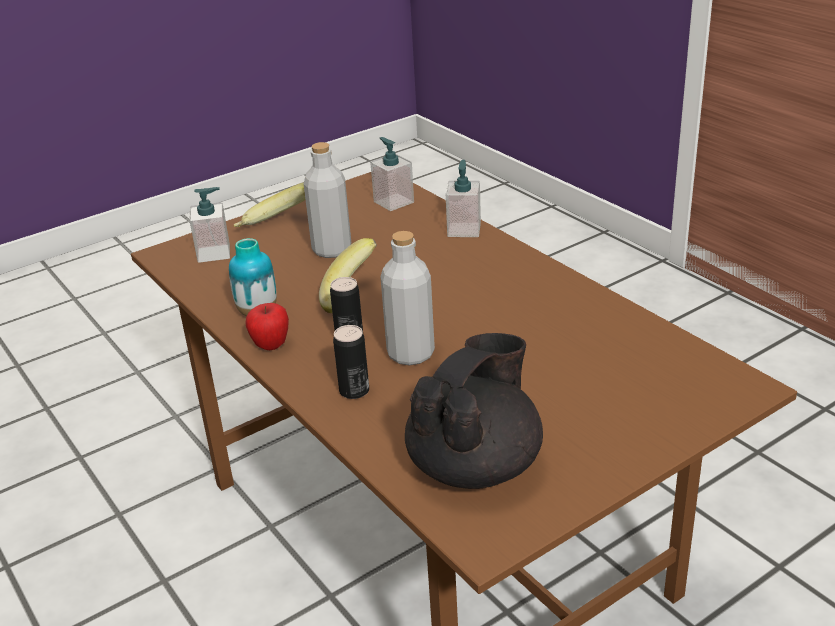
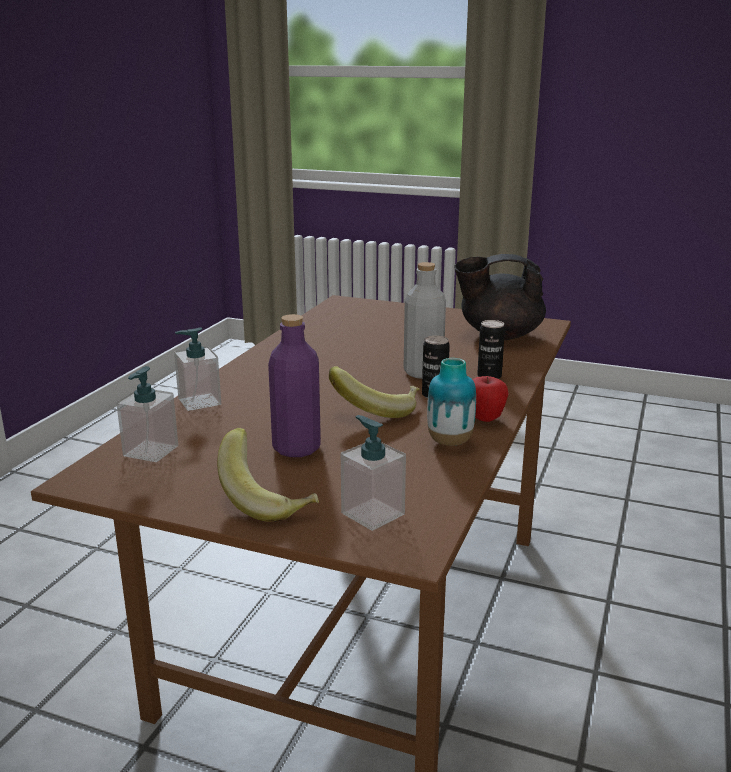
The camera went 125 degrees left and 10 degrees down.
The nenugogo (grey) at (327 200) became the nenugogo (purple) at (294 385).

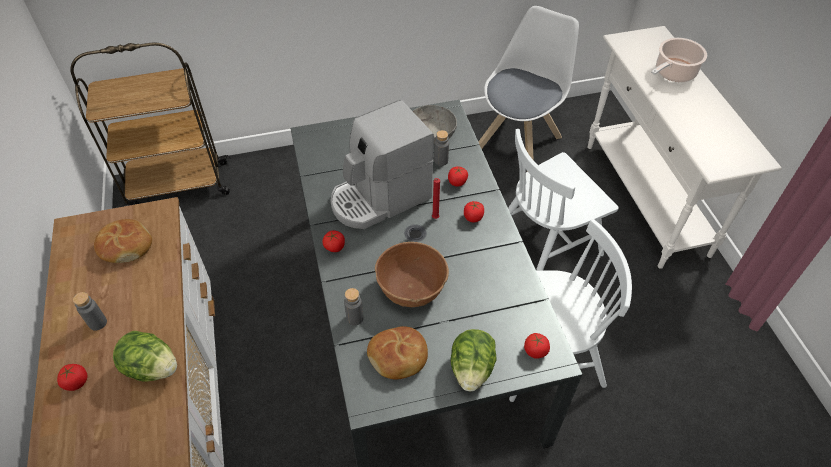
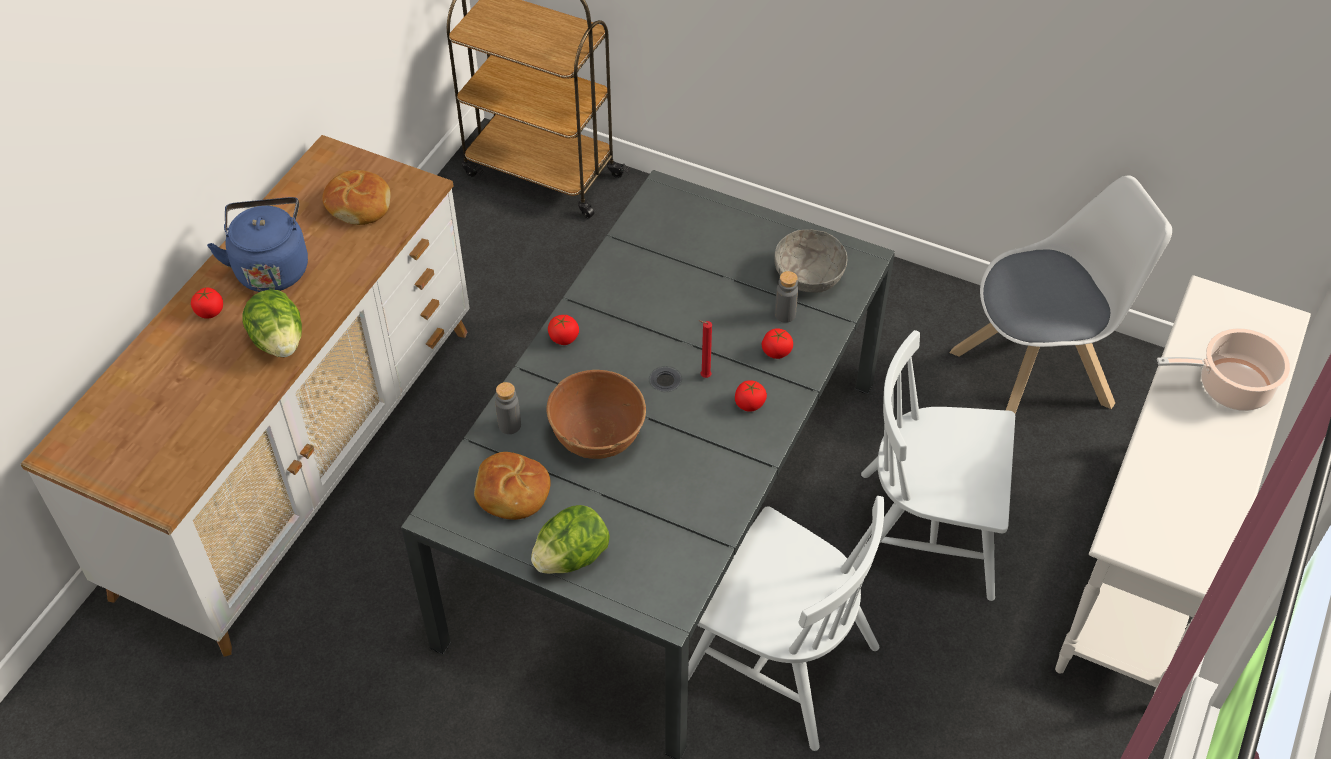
The camera went 40 degrees right and 0 degrees up.
The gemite at (382 164) disappeared.
The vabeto at (537 346) disappeared.
The nenugogo (grey) at (90 311) was replaced by the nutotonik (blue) at (257 244).

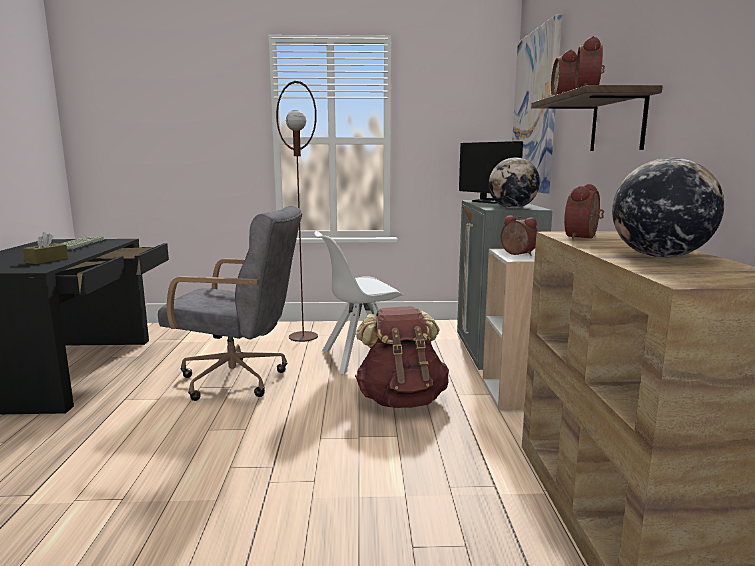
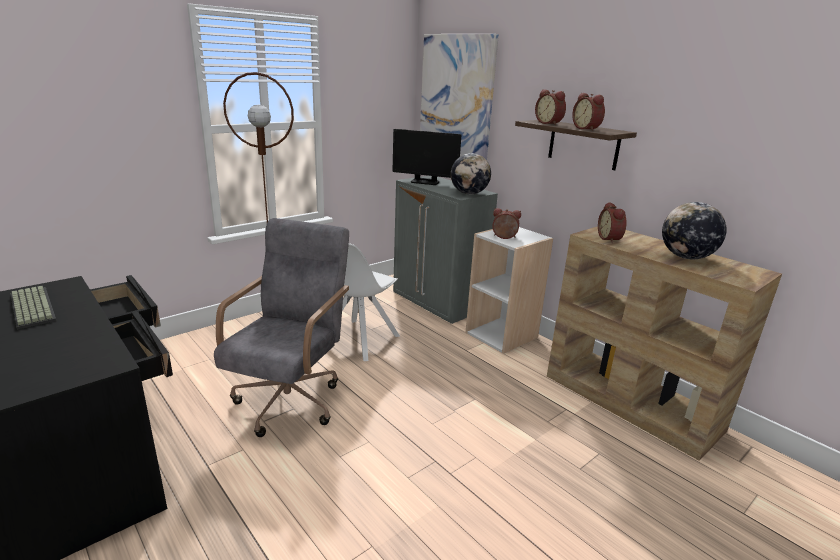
The camera went 40 degrees left and 10 degrees up.
The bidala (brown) at (45 248) disappeared.
The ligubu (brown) at (402 357) disappeared.
The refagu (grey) at (230 303) turned 45 degrees counterclockwise.

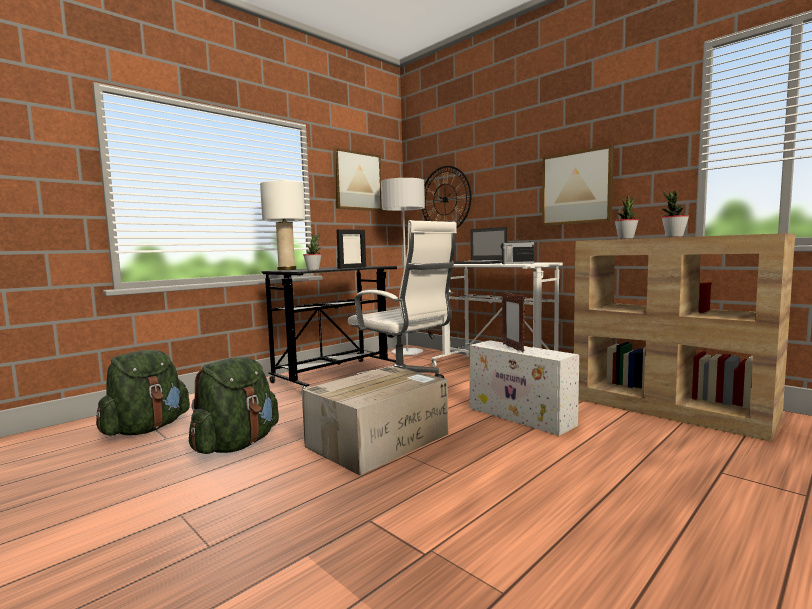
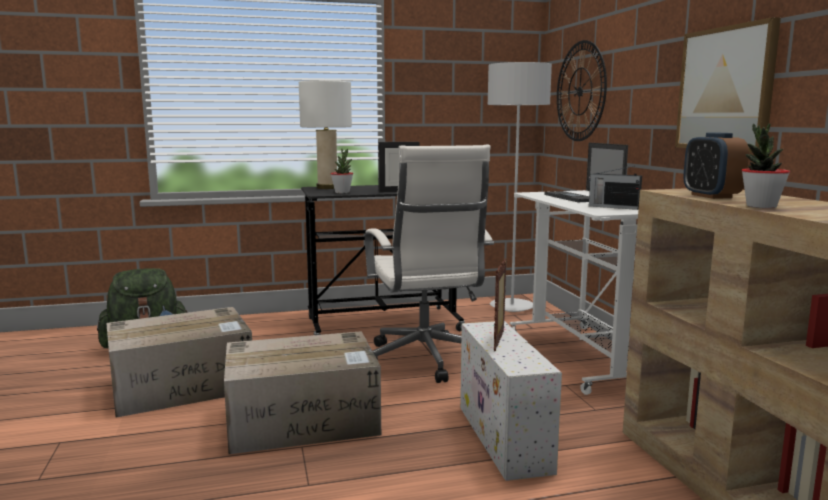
The camera went 30 degrees right and 5 degrees up.
The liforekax at (357 179) disappeared.
The ligubu (green) at (234 405) was replaced by the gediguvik at (179 362).
The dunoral at (627 217) was replaced by the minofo at (716 165).

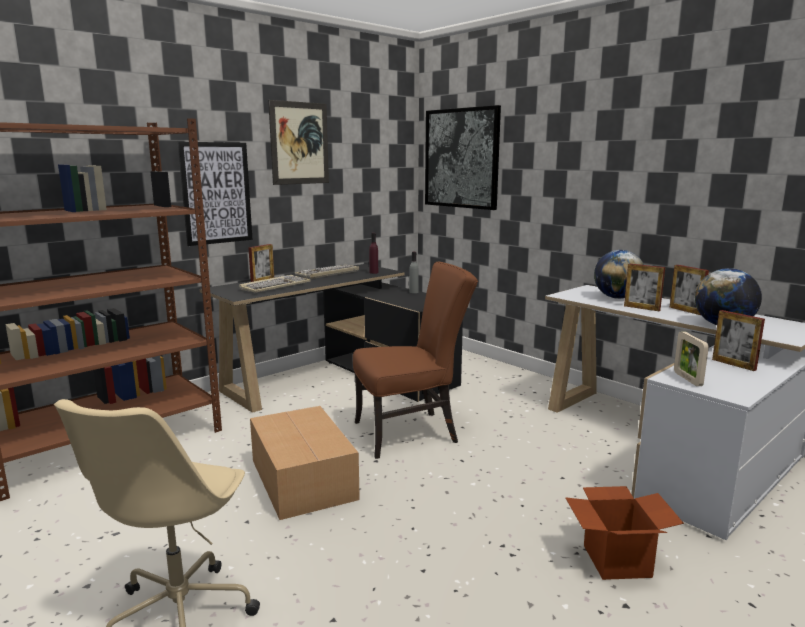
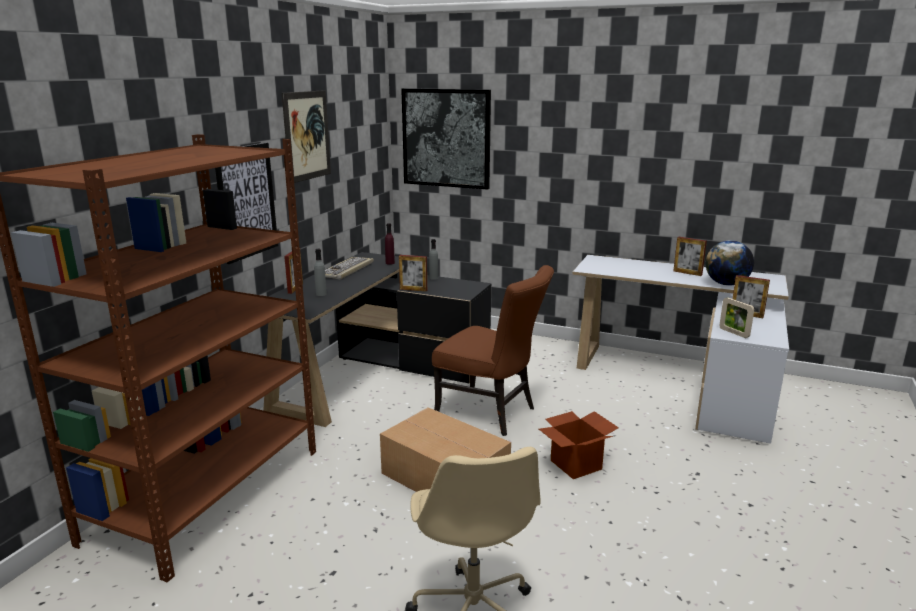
The camera went 25 degrees left and 5 degrees up.
The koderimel at (619 274) disappeared.
The gediguvik moved from (624 533) to (579 445).
The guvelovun moved from (644 287) to (413 273).
The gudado at (275 284) was replaced by the nenugogo (grey) at (320 272).
The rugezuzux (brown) at (415 360) turned 75 degrees clockwise.

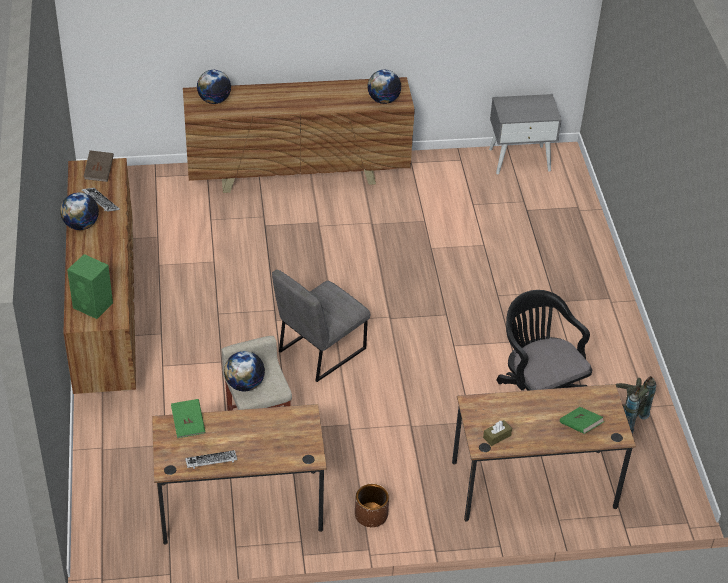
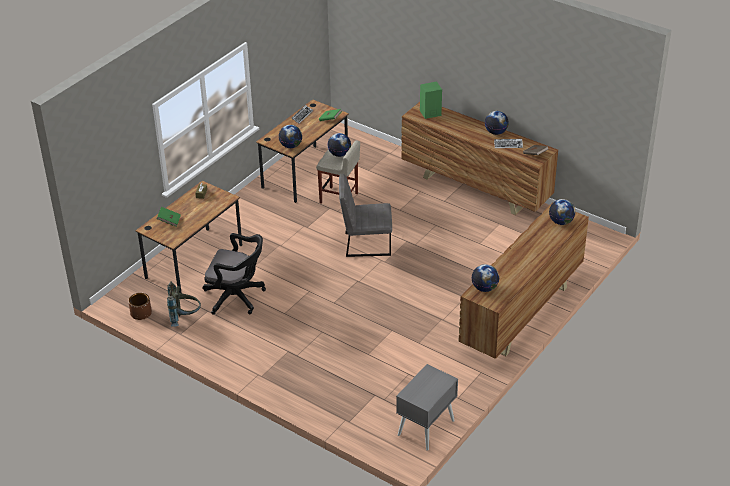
The camera went 135 degrees right and 5 degrees down.
The koderimel at (290 136) appeared.
The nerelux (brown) moved from (372 505) to (140 306).
The rugezuzux (grey) at (321 326) turned 90 degrees counterclockwise.

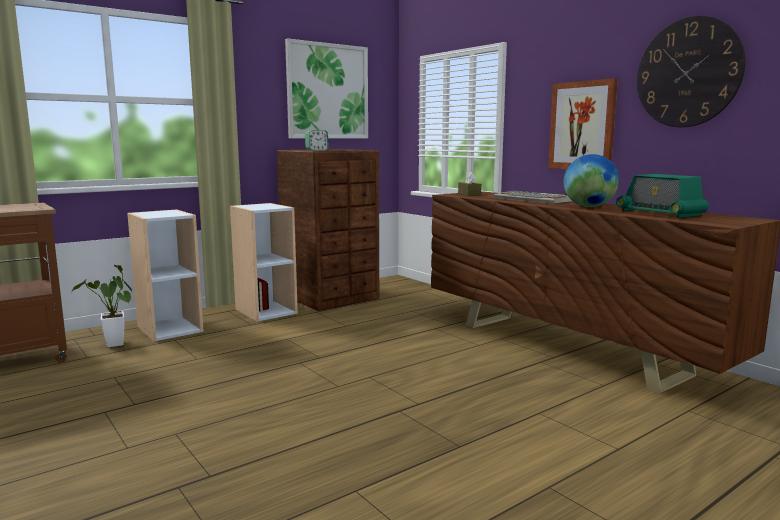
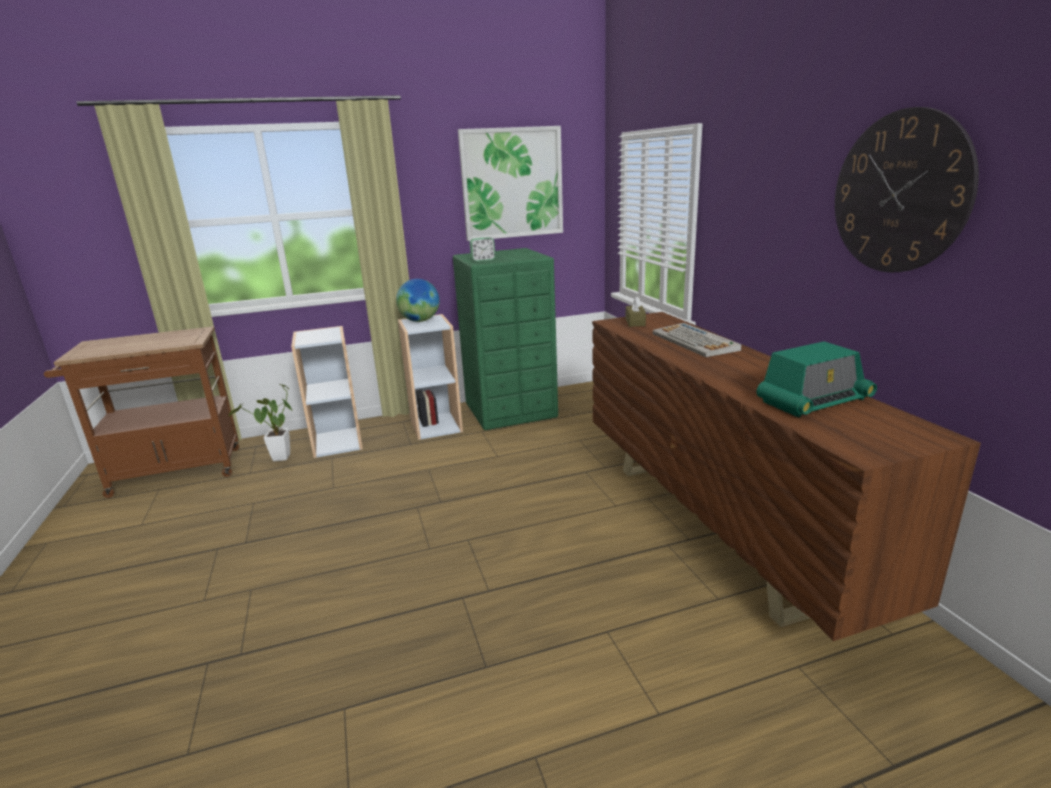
The camera went 20 degrees right and 10 degrees up.
The liforekax at (583 123) disappeared.
The koderimel moved from (591 180) to (418 300).
The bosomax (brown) at (328 230) became the bosomax (green) at (505 339).
The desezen at (662 196) turned 105 degrees counterclockwise.

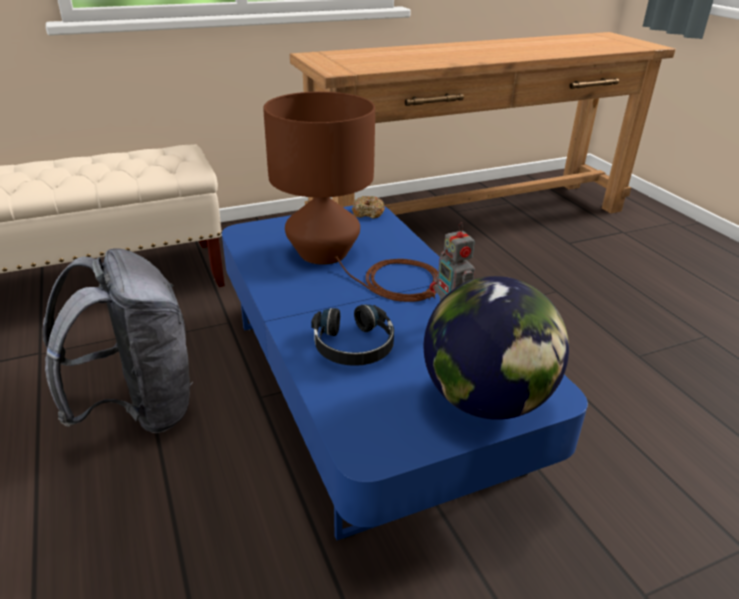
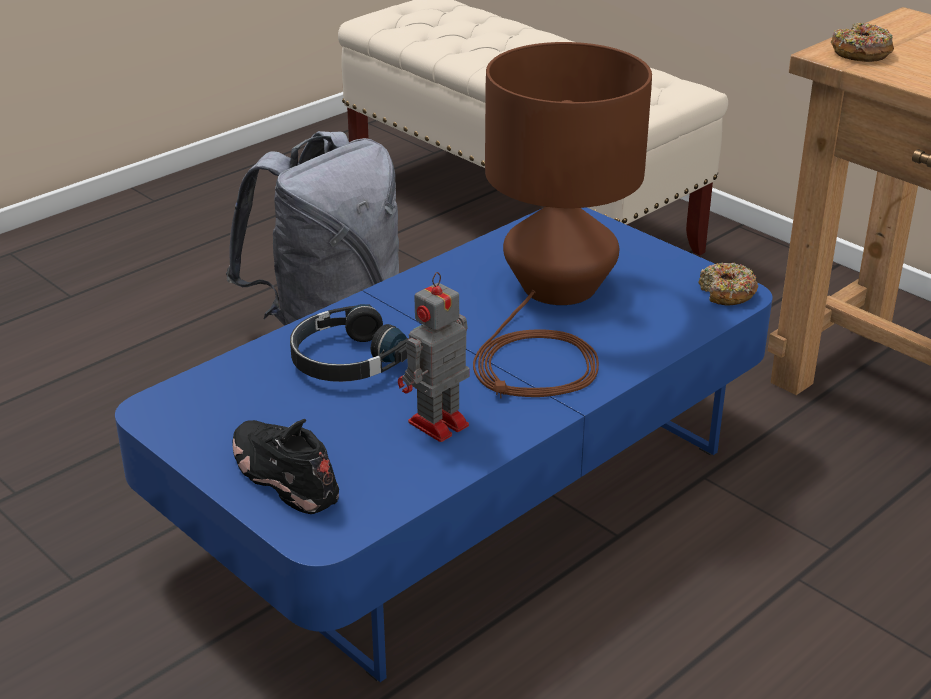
The camera went 70 degrees right and 0 degrees up.
The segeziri at (862 42) appeared.
The koderimel at (496 348) was replaced by the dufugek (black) at (285 466).

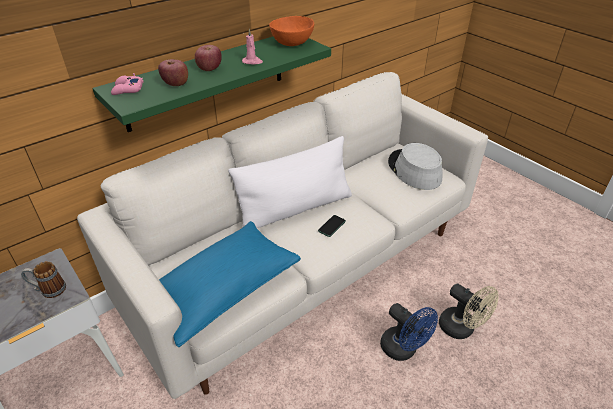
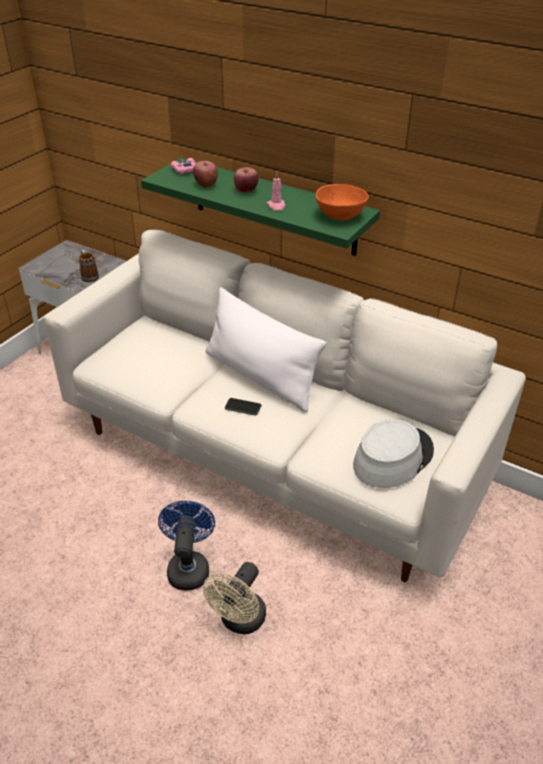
The camera went 70 degrees right and 0 degrees up.
The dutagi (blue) at (230 284) disappeared.
The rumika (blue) at (409 332) turned 150 degrees clockwise.

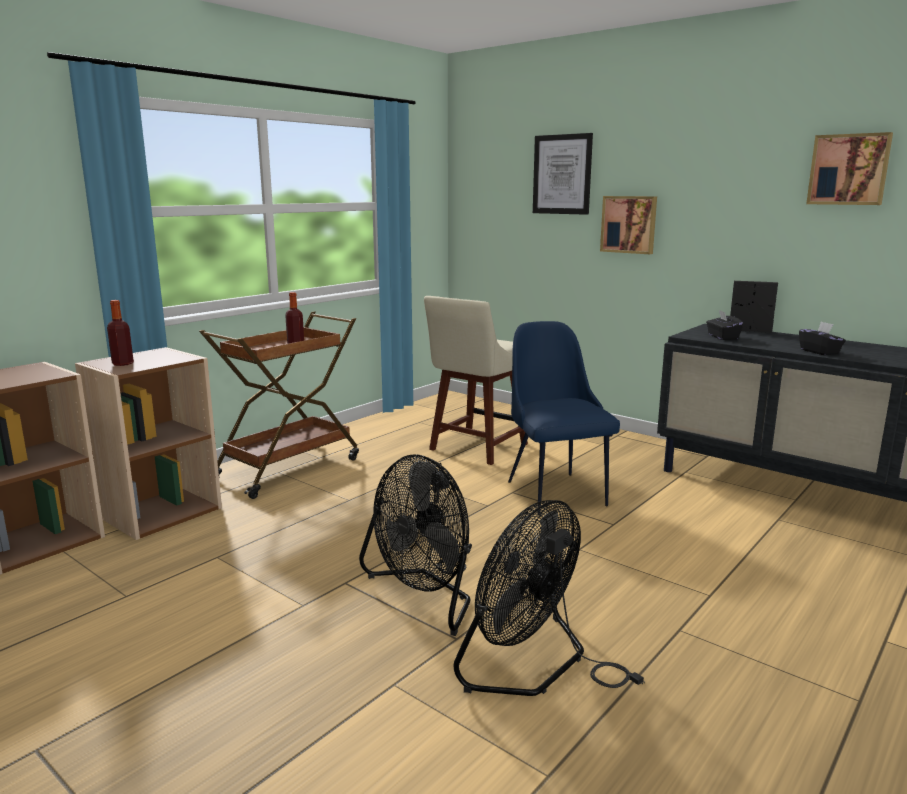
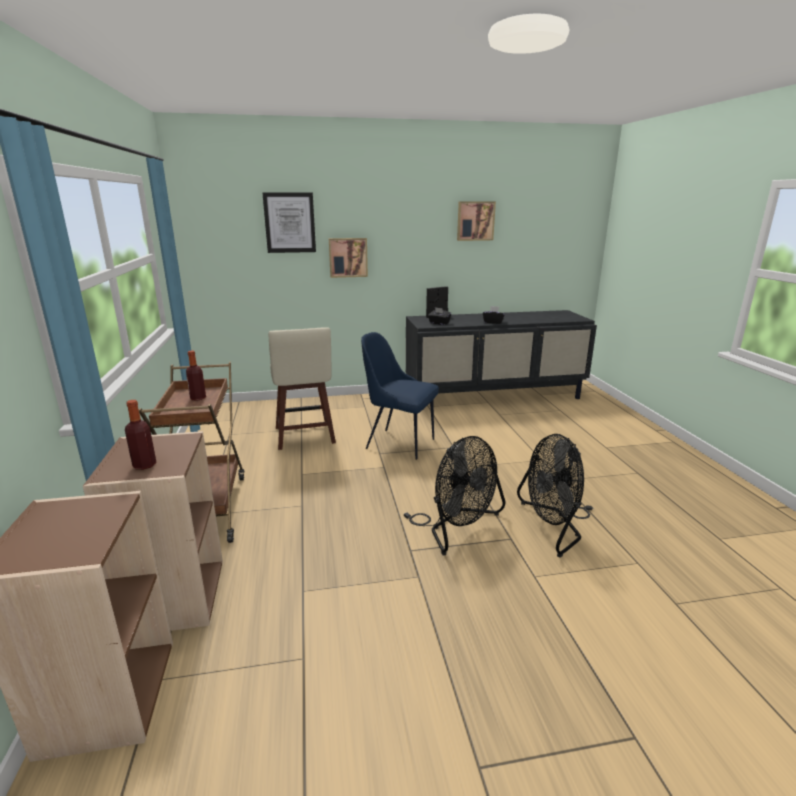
The camera went 50 degrees left and 5 degrees up.
The rumika (black) at (415 545) turned 45 degrees counterclockwise.

